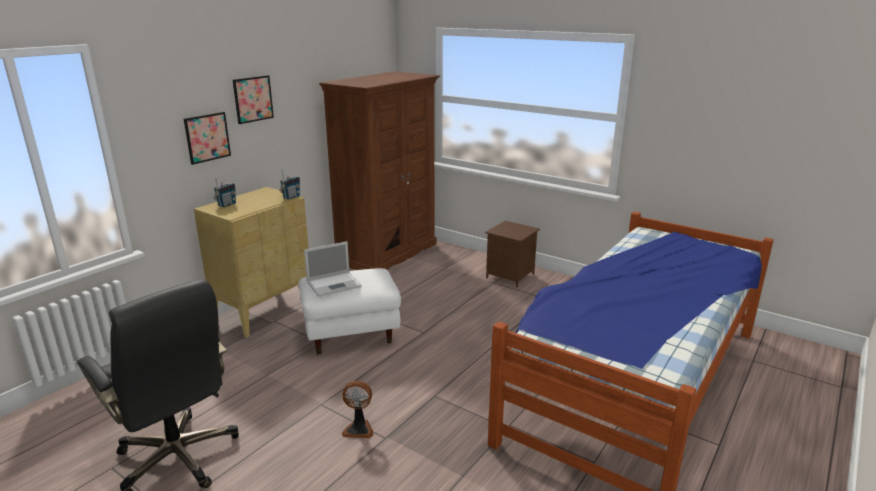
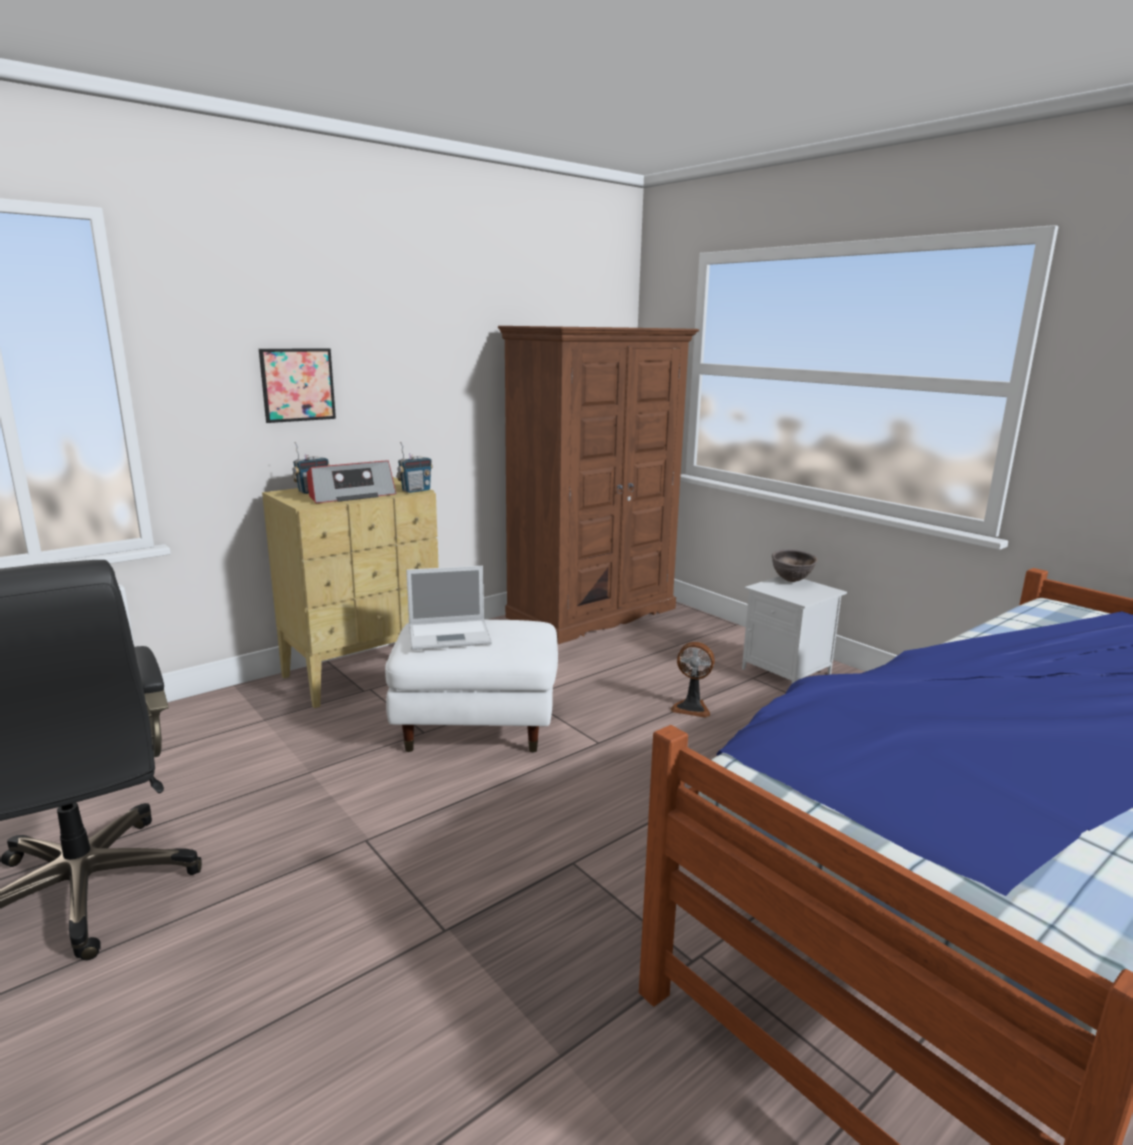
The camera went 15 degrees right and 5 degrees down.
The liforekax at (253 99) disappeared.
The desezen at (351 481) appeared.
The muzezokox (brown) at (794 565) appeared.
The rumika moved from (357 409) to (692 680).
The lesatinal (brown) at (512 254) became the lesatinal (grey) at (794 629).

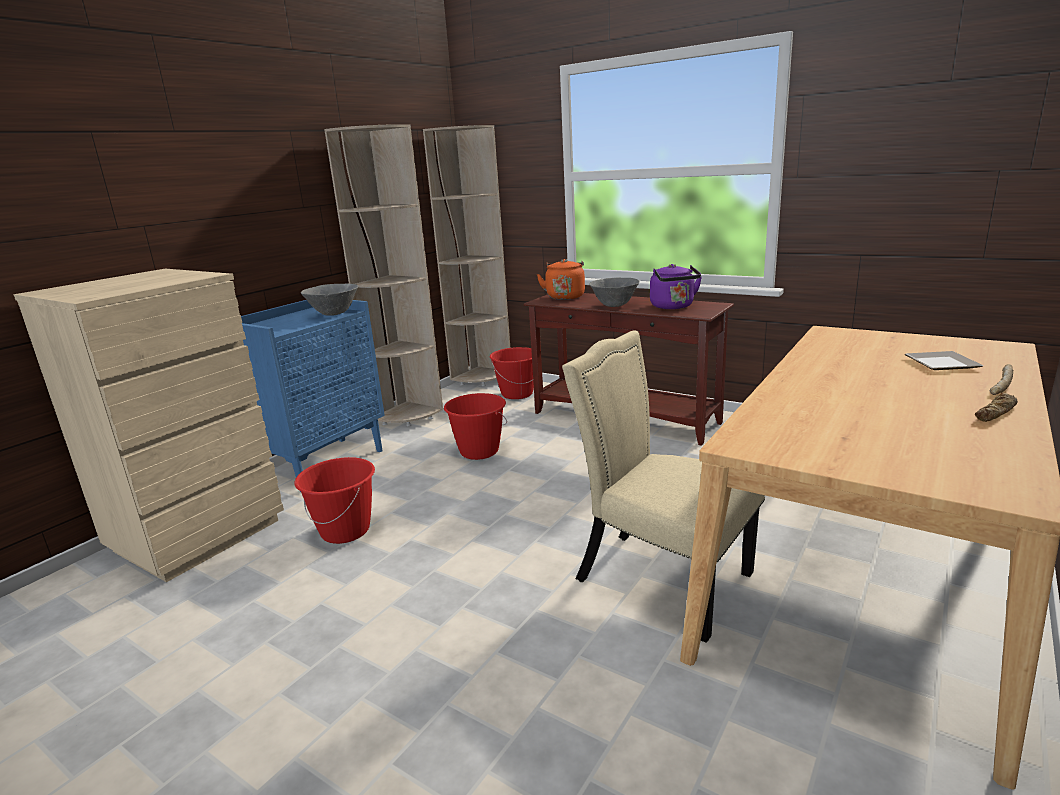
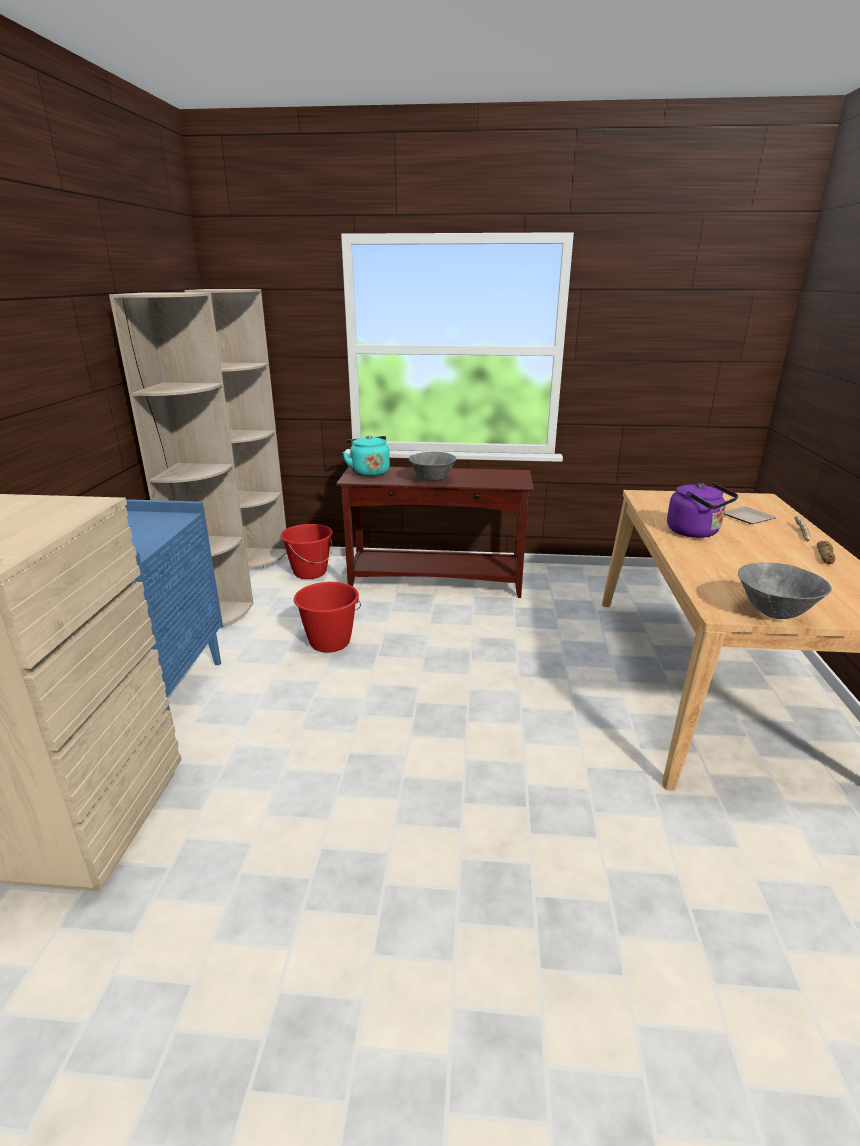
The camera went 30 degrees left and 5 degrees up.
The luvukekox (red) at (335 500) disappeared.
The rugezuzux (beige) at (663 486) disappeared.
The muzezokox (grey) moved from (329 300) to (785 590).
The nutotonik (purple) moved from (676 286) to (702 510).
The nutotonik (orange) at (561 279) became the nutotonik (turquoise) at (366 456).

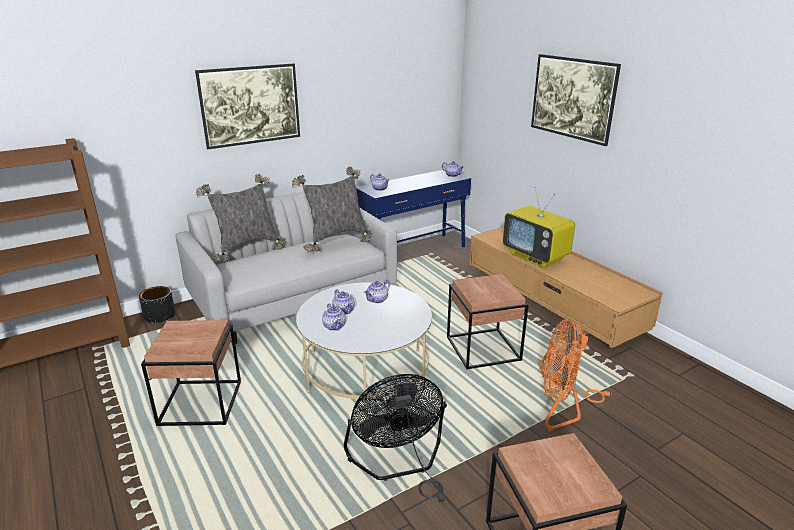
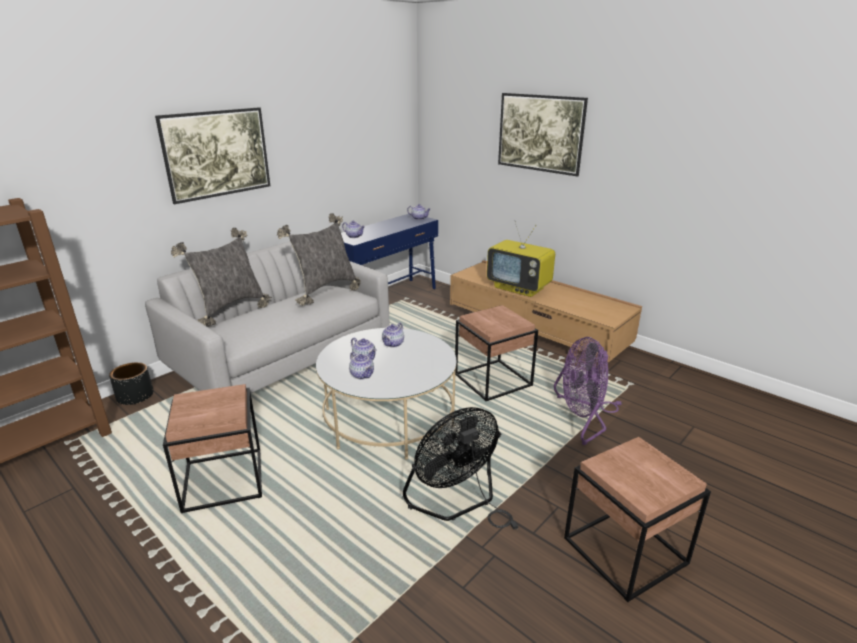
The camera went 15 degrees left and 0 degrees up.
The rumika (orange) at (575 375) became the rumika (purple) at (588 391).

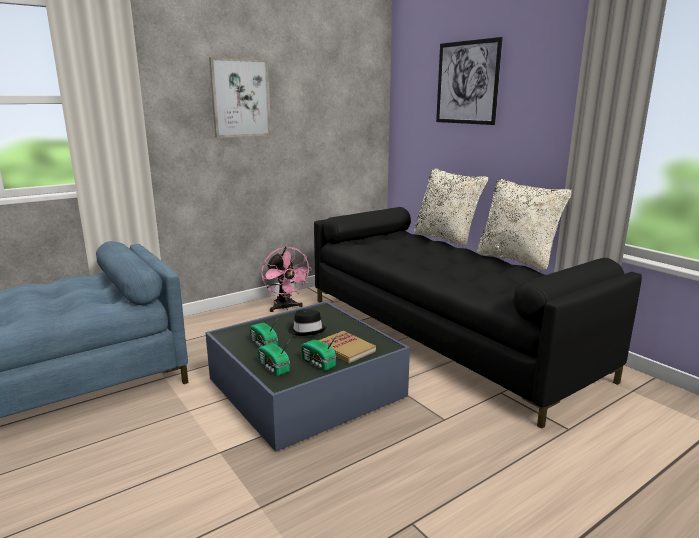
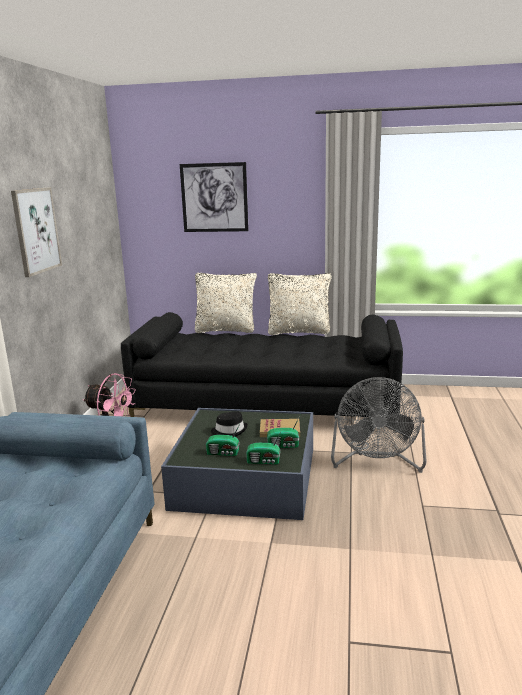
The camera went 45 degrees left and 0 degrees up.
The rumika (grey) at (379 425) appeared.

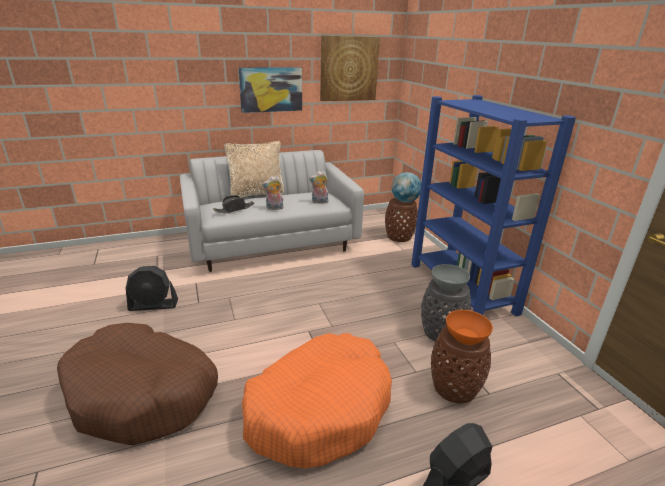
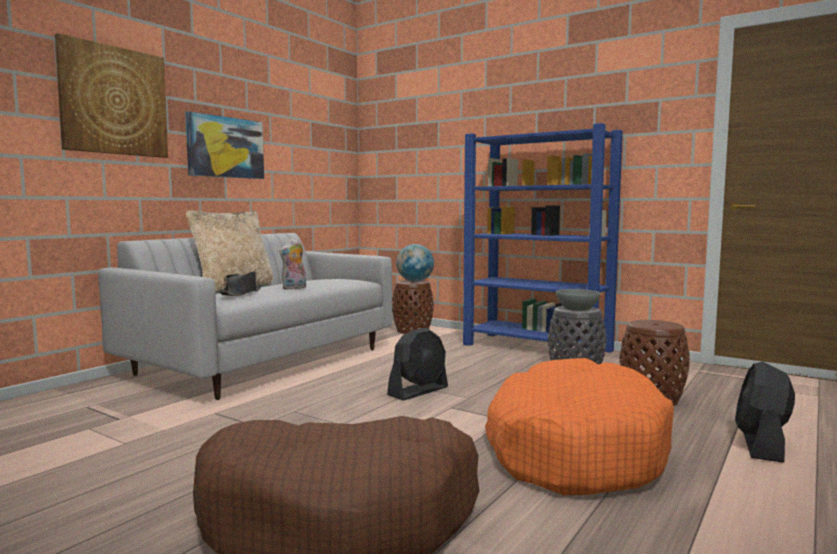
The camera went 35 degrees left and 20 degrees down.
The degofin at (318 187) disappeared.
The muzezokox (orange) at (469 327) disappeared.
The rumika (black) moved from (151 288) to (417 364).
The liforekax moved from (350 68) to (111 95).

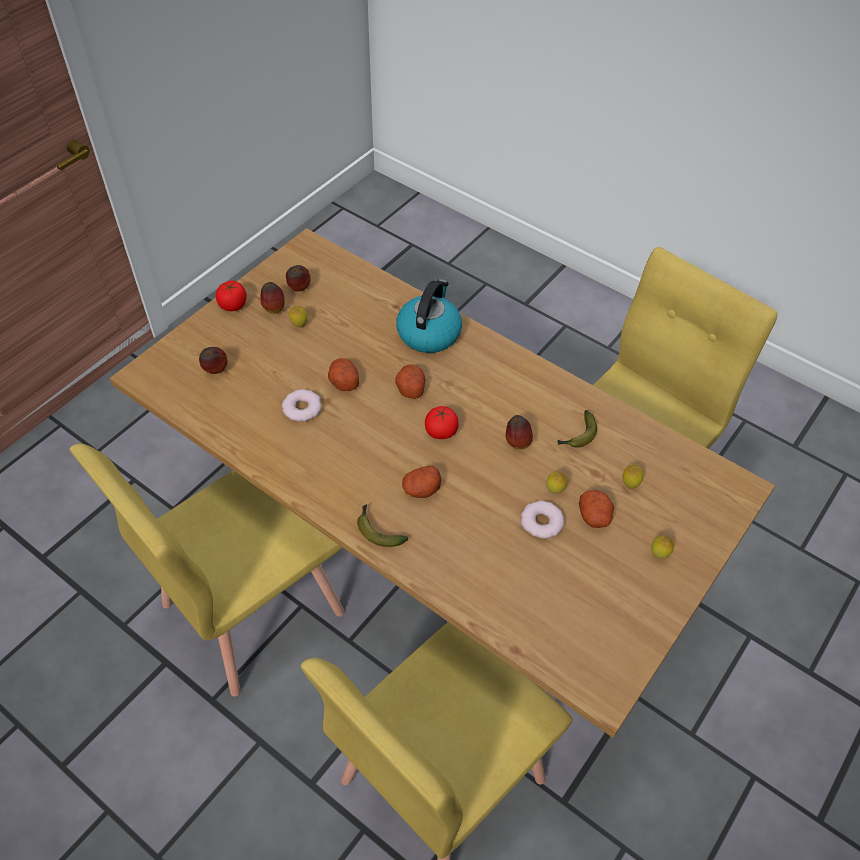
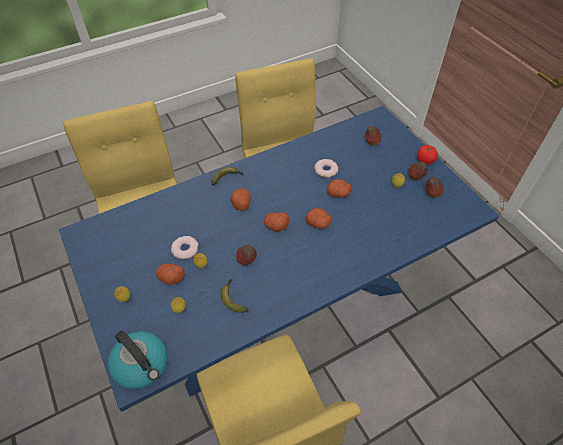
The camera went 115 degrees right and 0 degrees up.
The nutotonik moved from (429 316) to (137 360).
The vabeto at (442 422) was replaced by the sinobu at (277 222).
The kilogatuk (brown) at (442 483) became the kilogatuk (blue) at (279 259).

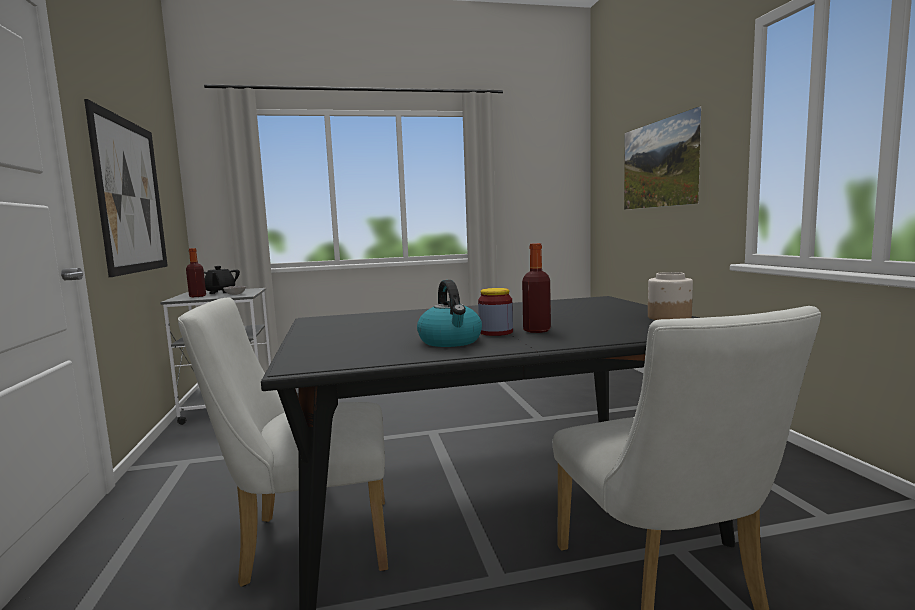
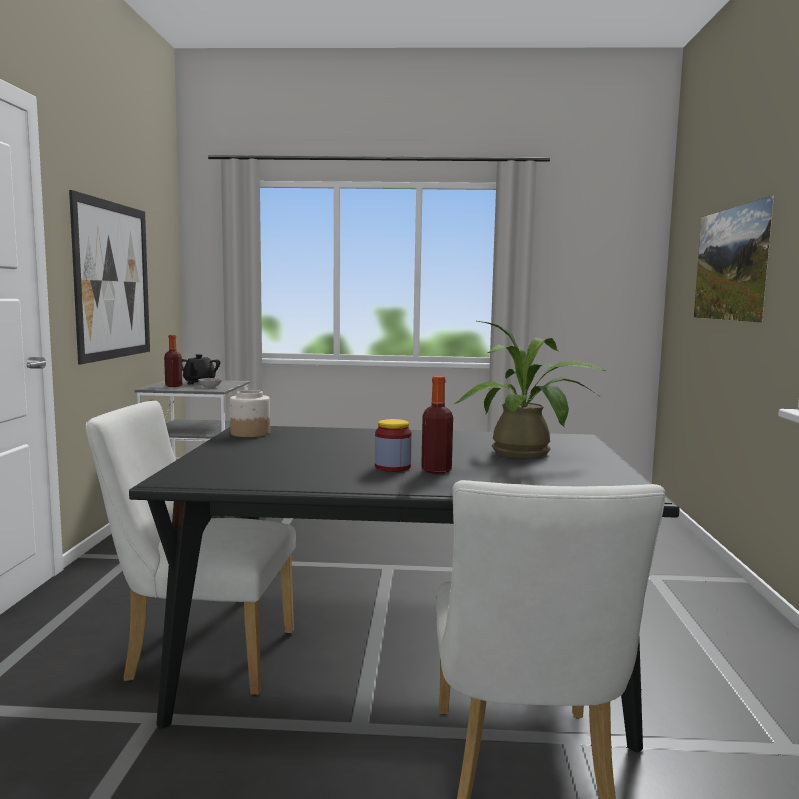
The camera went 15 degrees right and 0 degrees up.
The nutotonik at (449 313) disappeared.
The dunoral at (530 389) appeared.
The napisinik moved from (670 296) to (250 413).

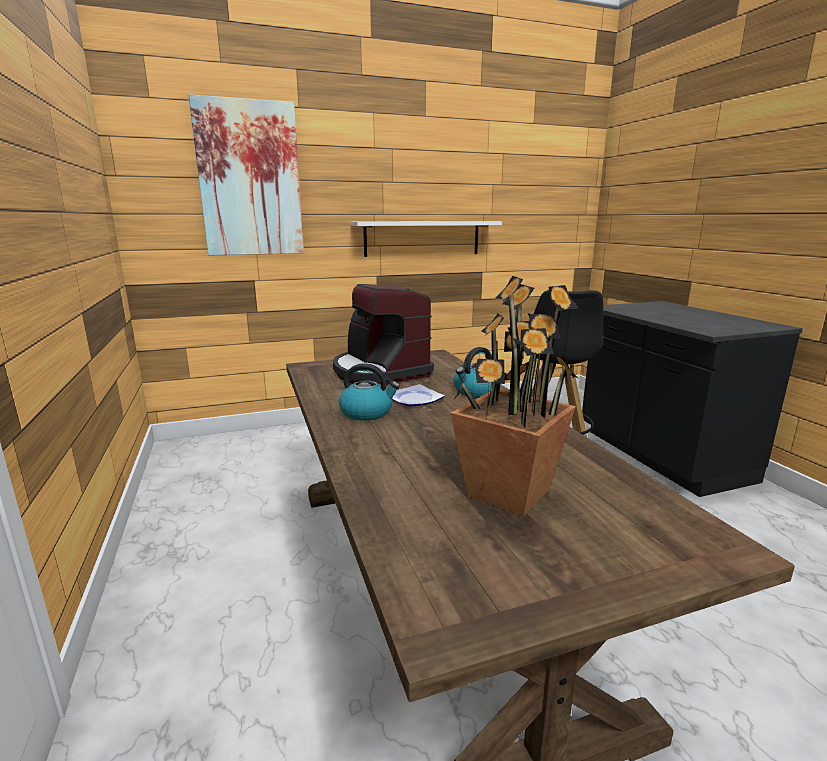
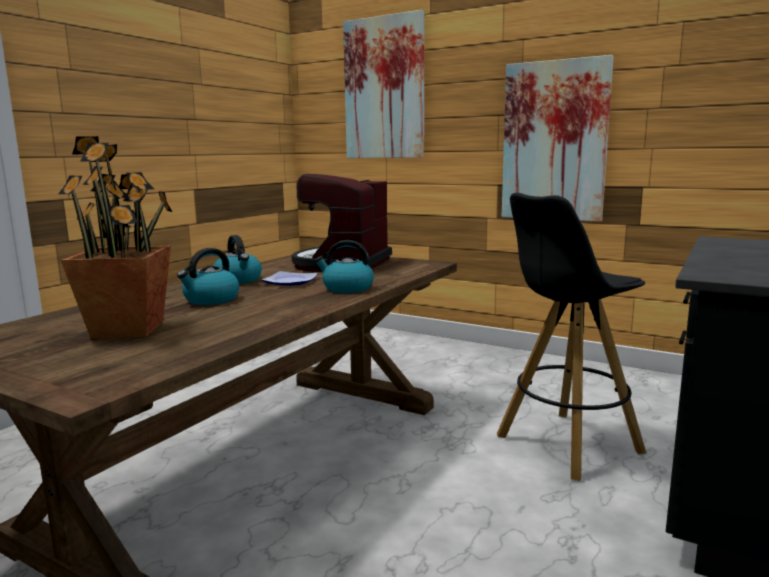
The camera went 50 degrees right and 5 degrees down.
The nutotonik at (208 276) appeared.
The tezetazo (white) at (426 239) was replaced by the liforekax at (558 138).

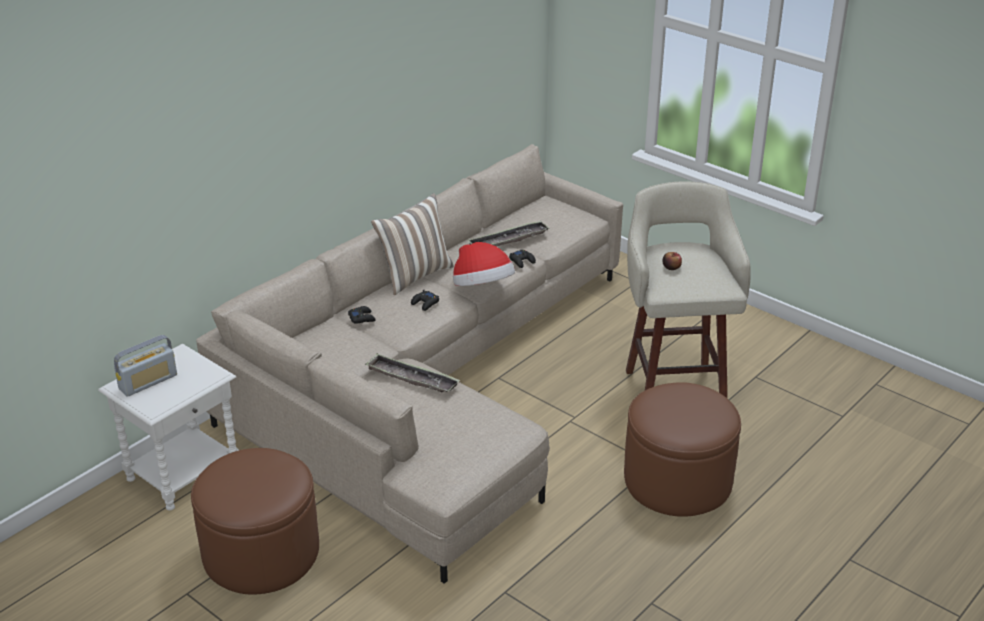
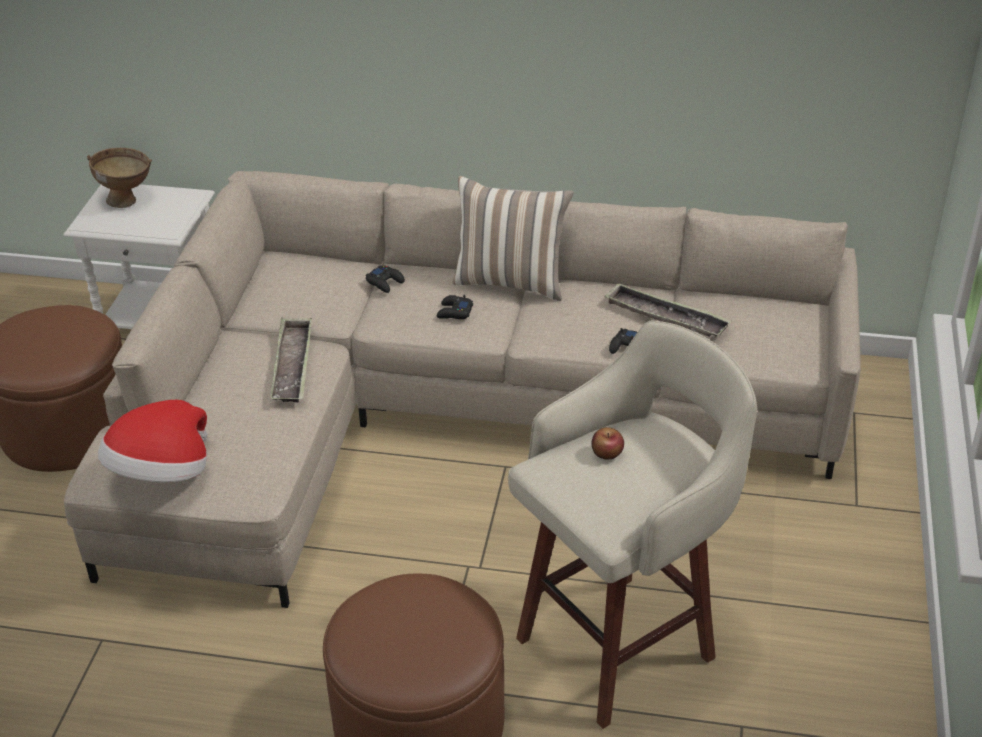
The camera went 60 degrees right and 5 degrees up.
The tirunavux moved from (484 264) to (153 441).
The desezen at (145 366) was replaced by the muzezokox (brown) at (119 178).

